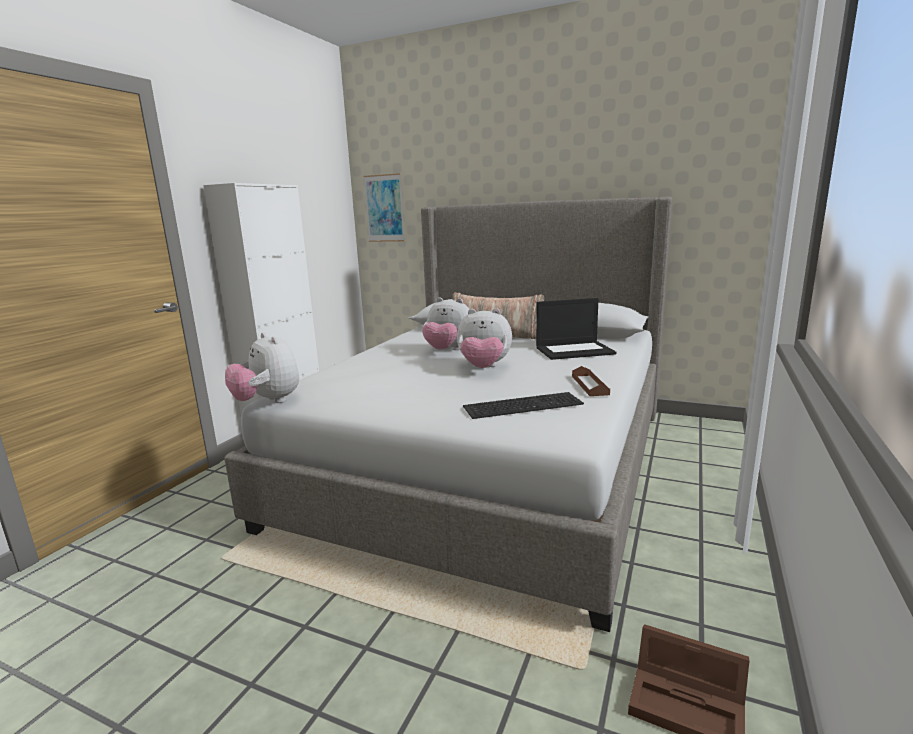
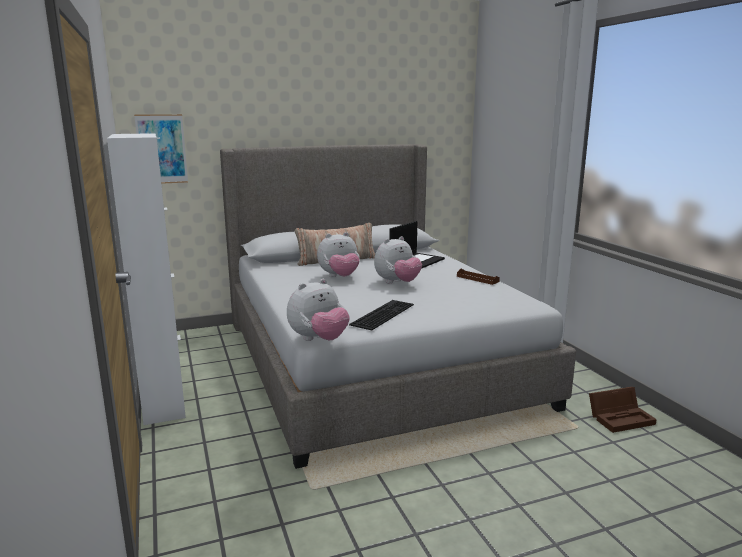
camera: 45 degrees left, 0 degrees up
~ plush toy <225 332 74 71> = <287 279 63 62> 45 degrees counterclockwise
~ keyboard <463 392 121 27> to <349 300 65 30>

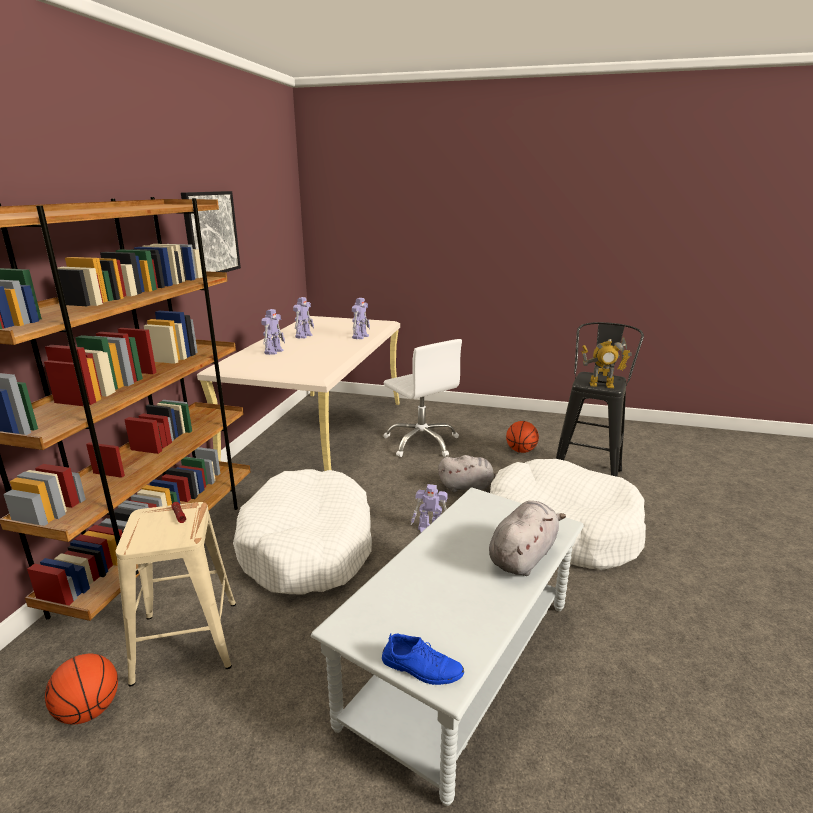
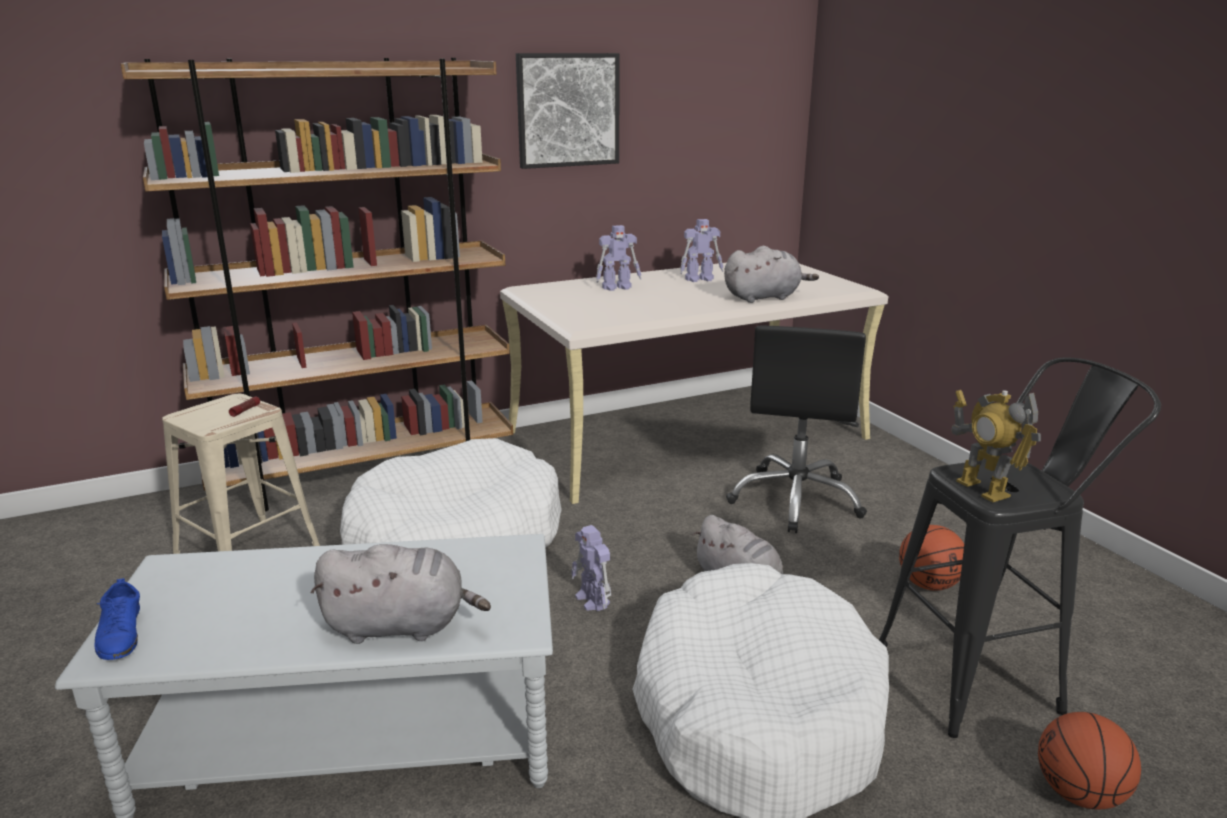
camera: 50 degrees right, 0 degrees up
~ model robot <352 298 18 41> to greyish plush toy <724 246 95 57>
~ whitish computer chair <383 339 79 118> to black computer chair <726 326 141 207>
~ basketball ball <45 654 73 70> to <1038 712 103 98>

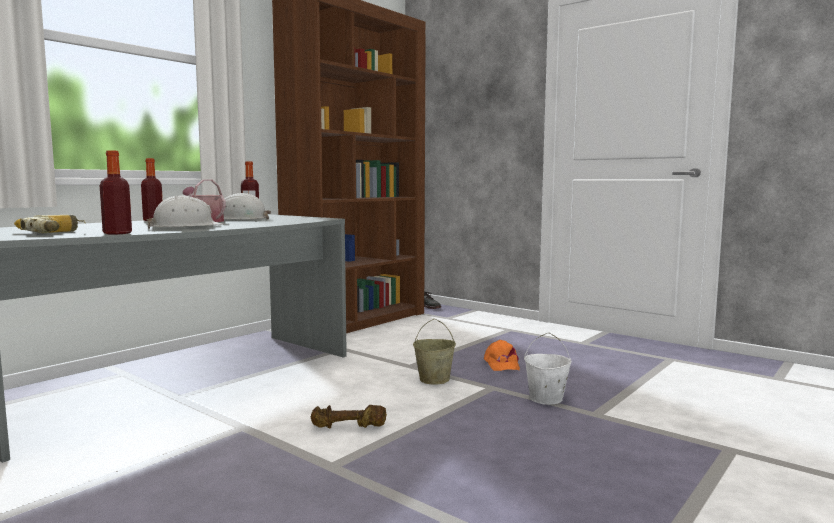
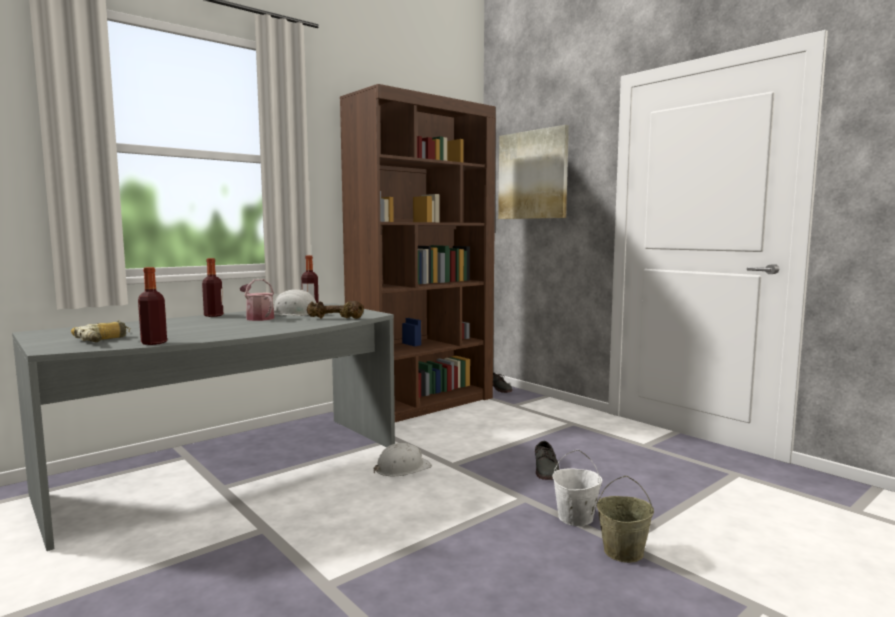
camera: 10 degrees right, 0 degrees up
~ brown-coloured hand weight <311 405 76 24> to <307 301 57 18>
~ whitish hard hat <146 195 78 34> to <374 443 58 33>
+ wall picture <498 125 71 94>
~ orange peaked cap <484 340 36 31> to greyish low shoe <535 441 24 39>
~ beige pail <413 319 43 66> to <597 476 57 87>

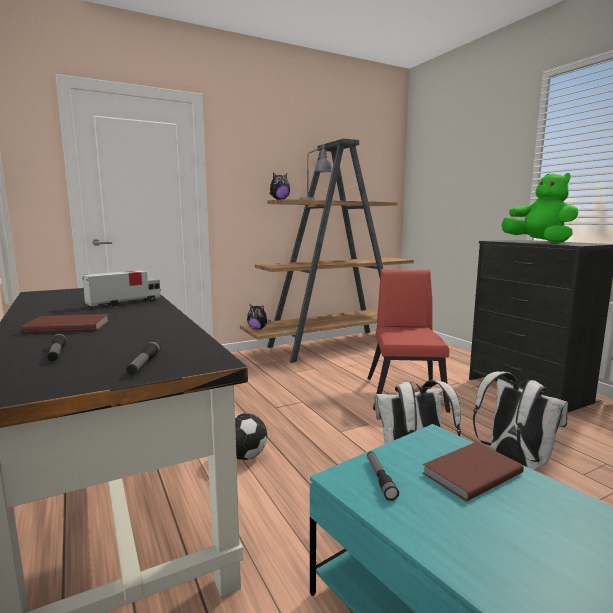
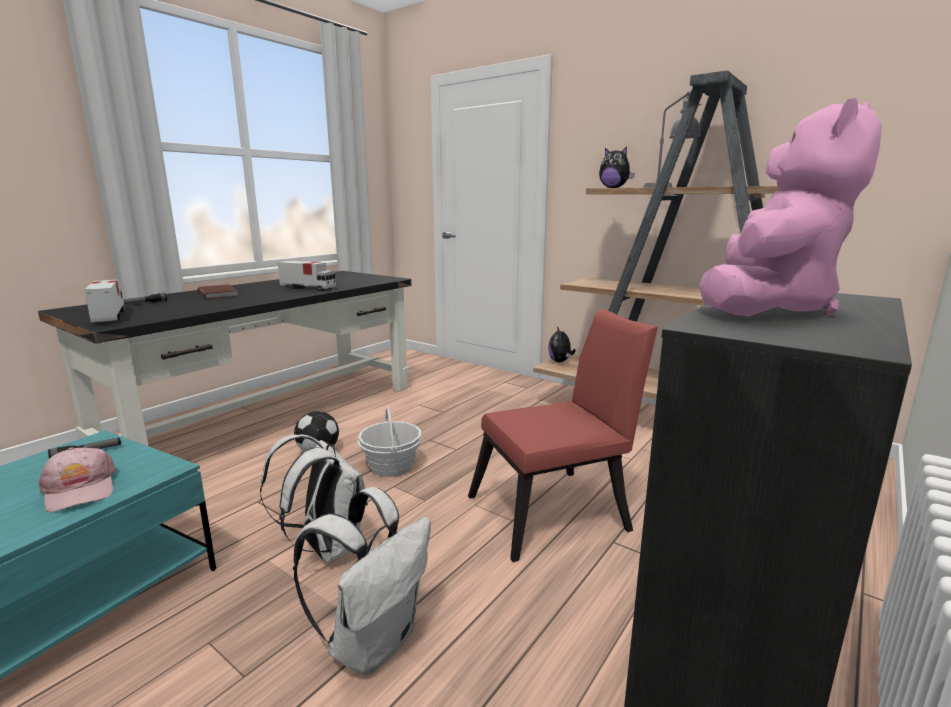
camera: 65 degrees right, 5 degrees up
~ brown-coloured bound book <423 442 101 60> to pinkish peaked cap <38 447 78 65>
~ hand torch <126 341 35 34> to toy truck <84 280 41 42>
+ storage basket <358 407 63 70>
~ greenish plush toy <501 173 77 70> to pinkish plush toy <699 97 183 219>

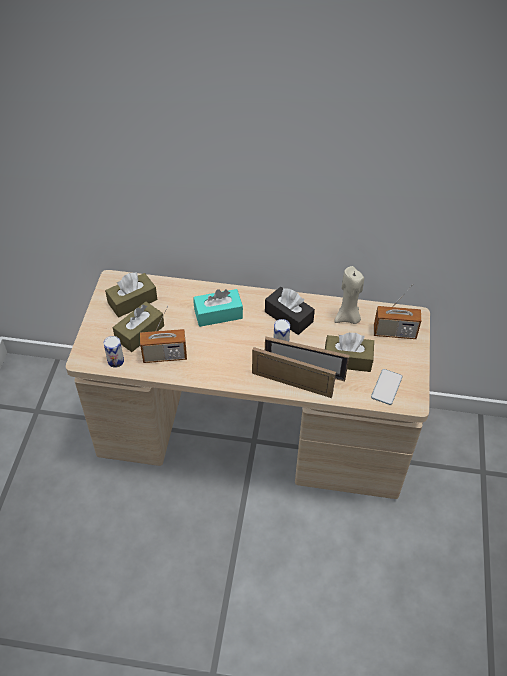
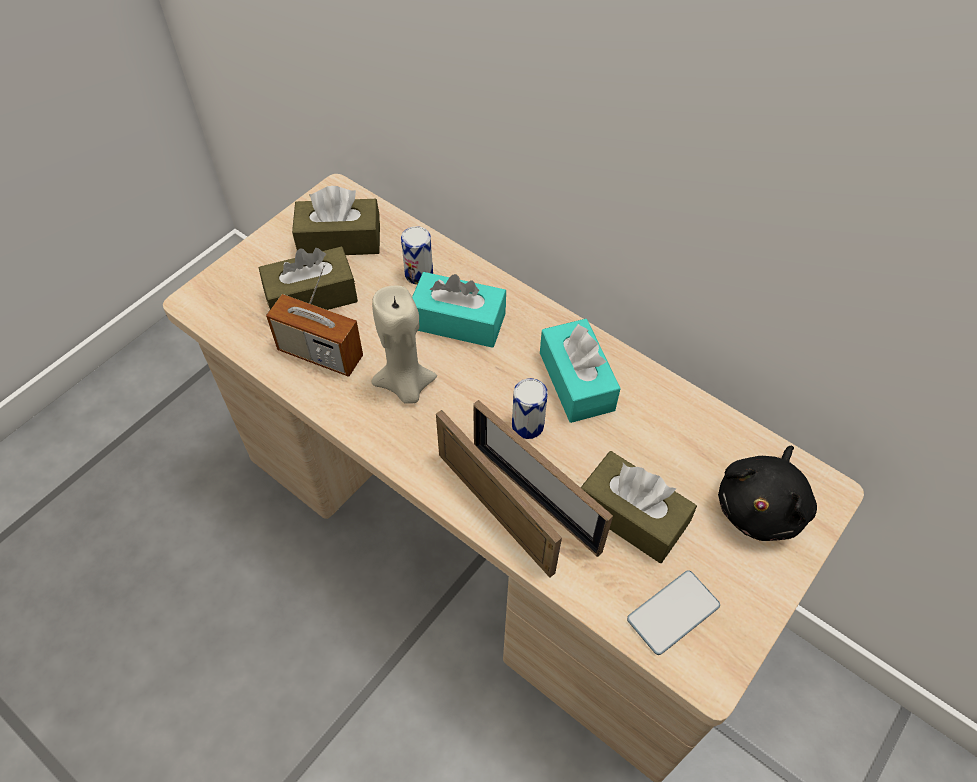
camera: 30 degrees right, 5 degrees up
~ beige wax light <334 266 30 58> to <371 286 66 118>
~ can <103 336 21 32> to <401 226 32 59>
~ black box of tissues <265 287 50 48> to turquoise box of tissues <540 319 81 104>
~ radio receiver <374 284 47 55> to black plush toy <718 446 99 95>

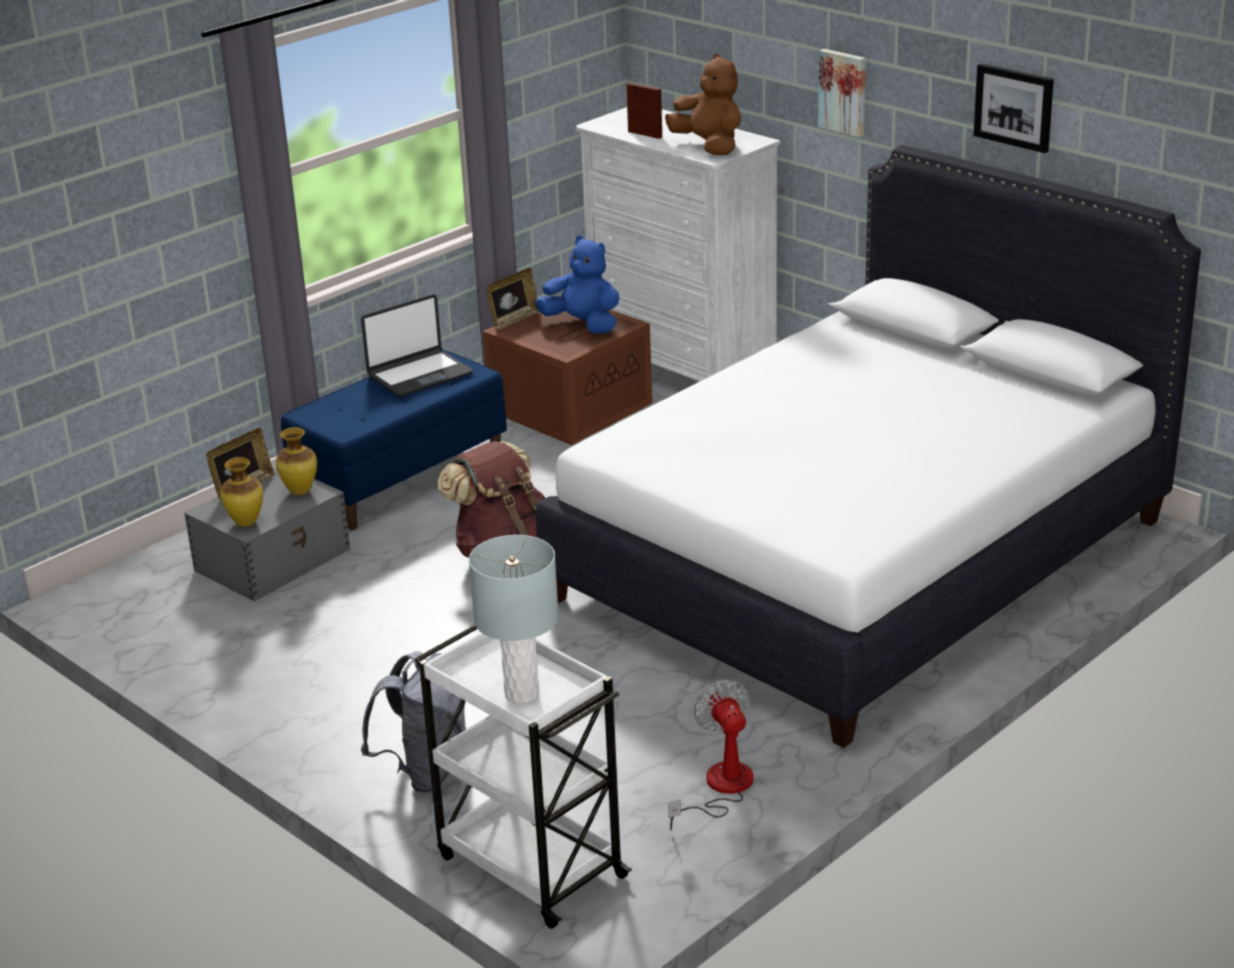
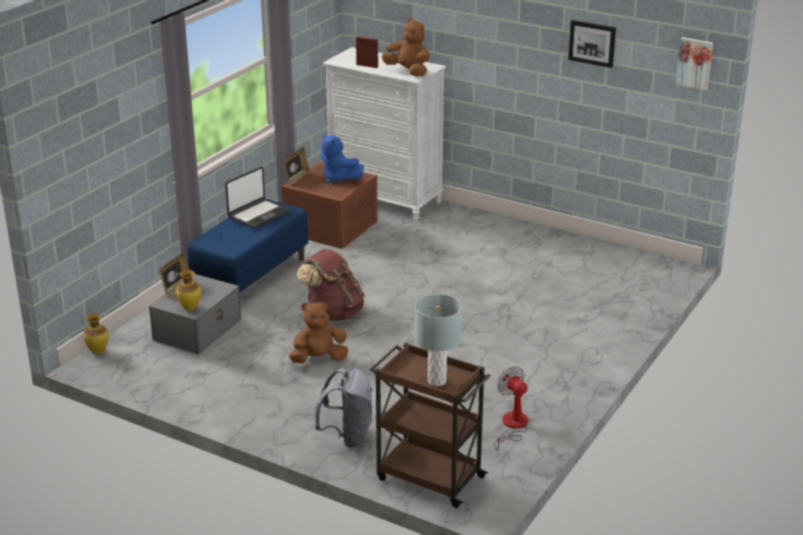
camera: 15 degrees left, 0 degrees up
~ flower vase <276 427 41 68> to <83 314 26 40>
+ brown-coloured plush toy <289 302 59 61>
~ blue plush toy <535 236 84 98> = <321 134 43 49> 150 degrees counterclockwise
~ whitish cart <415 625 217 304> to brown-coloured cart <370 343 120 165>
~ wall picture <818 49 48 88> to <676 37 37 53>
- whitish sleeping bed <536 145 665 603>

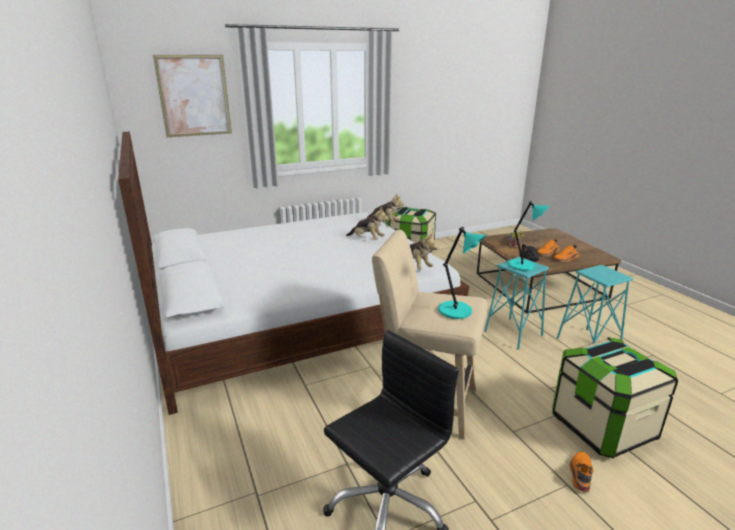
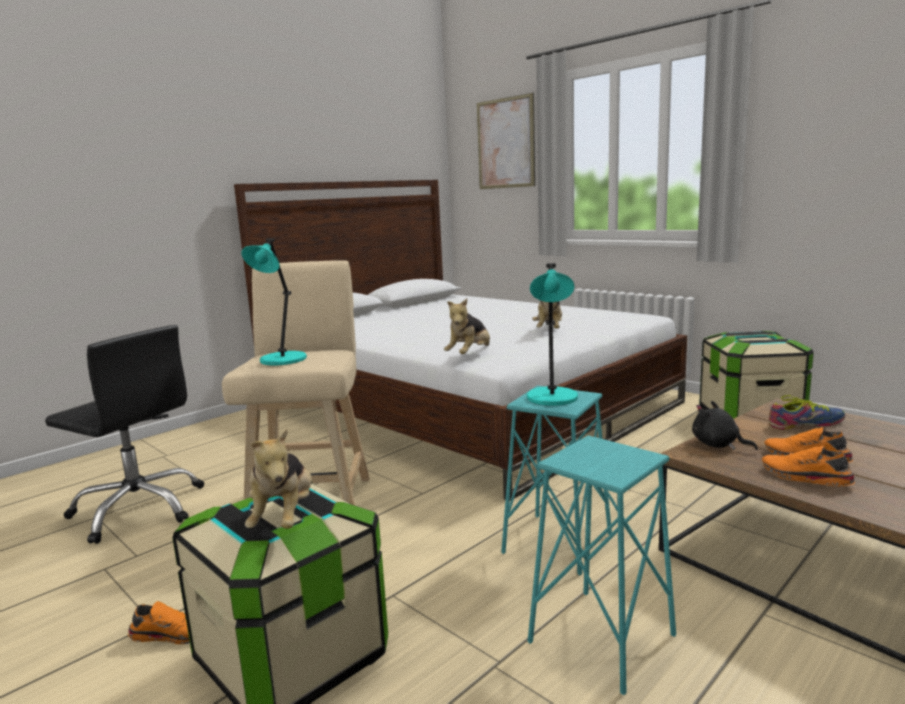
camera: 70 degrees right, 10 degrees down
~ plush toy <367 194 37 30> to <245 429 67 100>

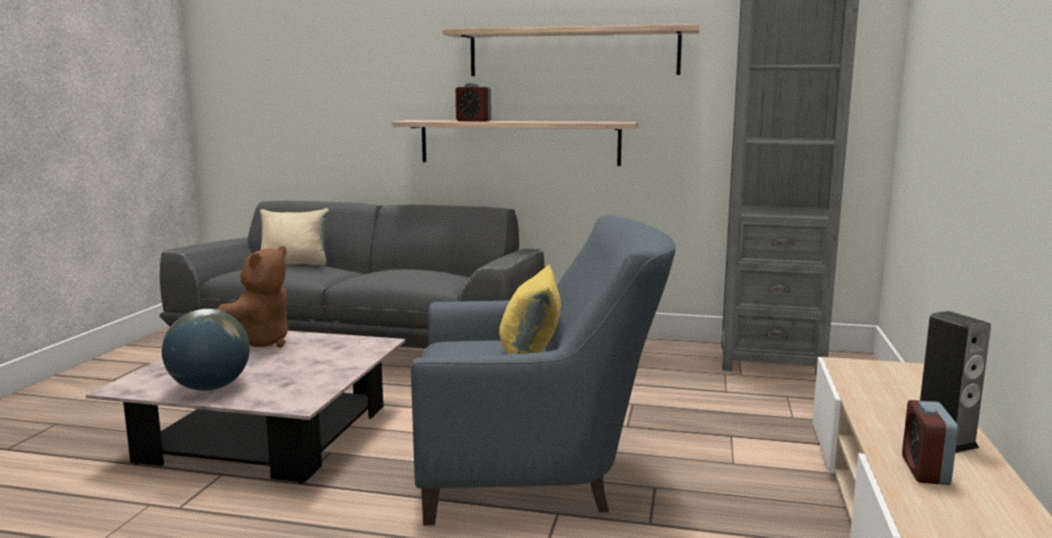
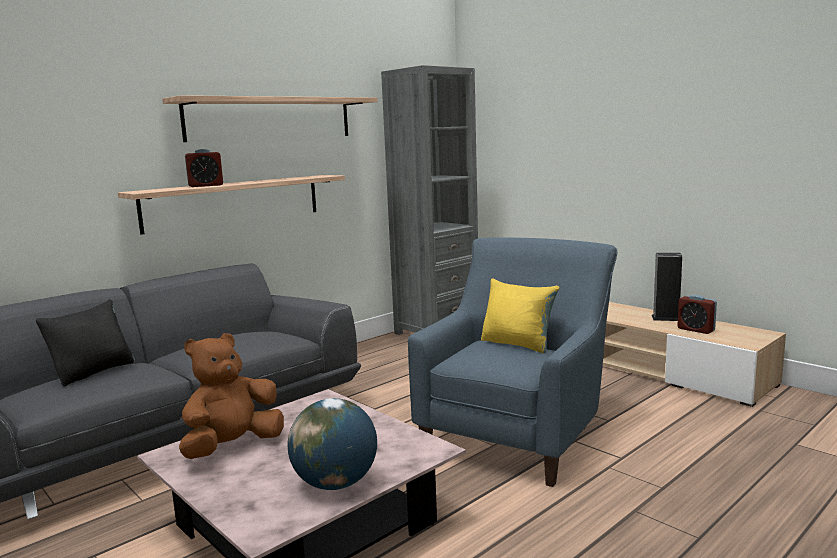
camera: 55 degrees left, 0 degrees up
~ beige pillow <260 208 69 58> to black pillow <36 299 99 87>
~ brown-coloured plush toy <216 246 72 102> = <179 333 105 126> 105 degrees counterclockwise

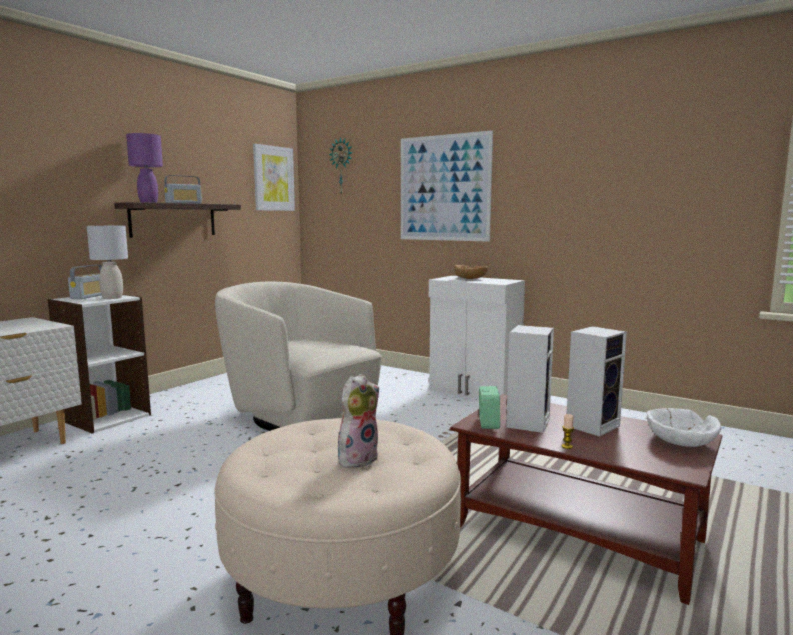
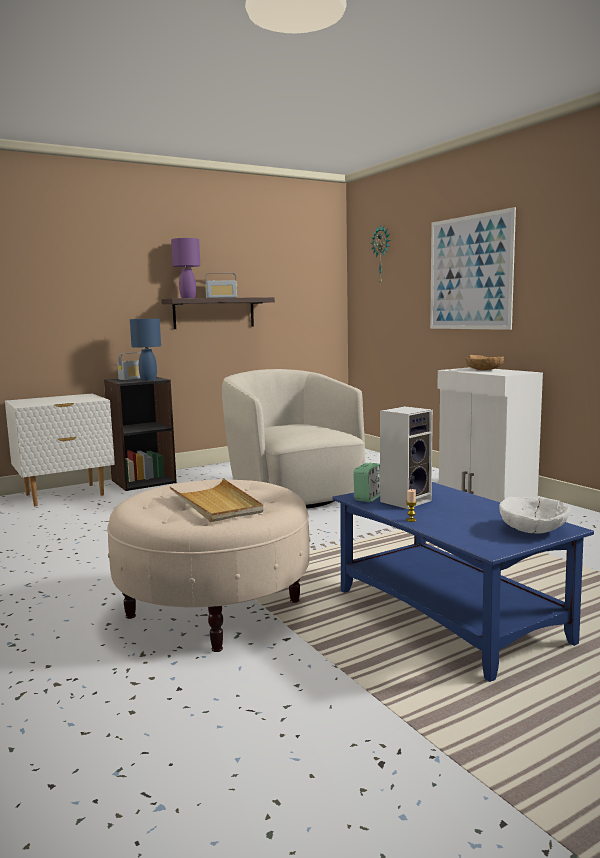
camera: 25 degrees right, 0 degrees up
~ whitish bookcase <47 294 104 140> to black bookcase <104 377 73 114>
~ greyish table lamp <87 226 41 73> to blue table lamp <130 319 31 62>
~ plush toy <338 374 41 95> to beige tray <170 478 93 44>
~ brown-coloured coffee table <450 394 272 211> to blue coffee table <333 482 261 200>
- wall picture <253 144 42 67>
- audio speaker <567 326 60 111>

